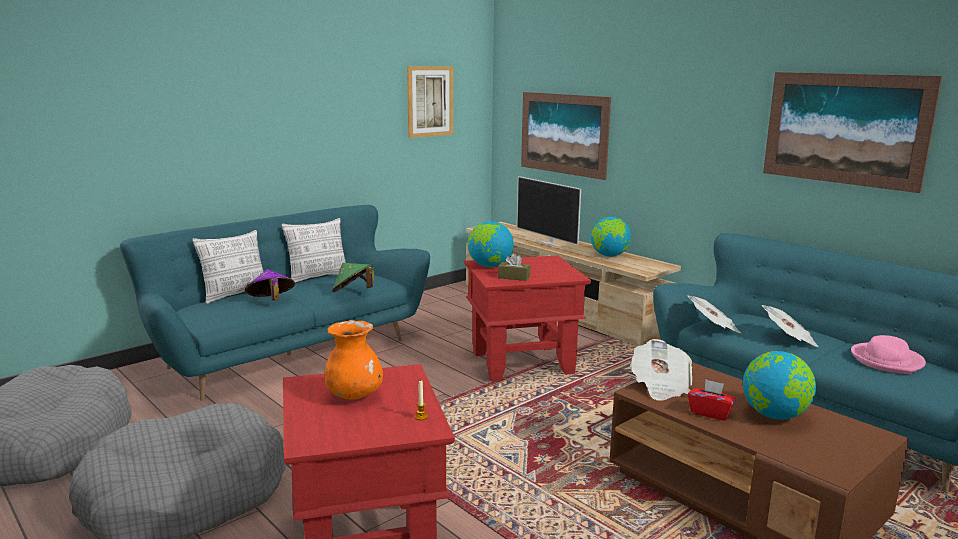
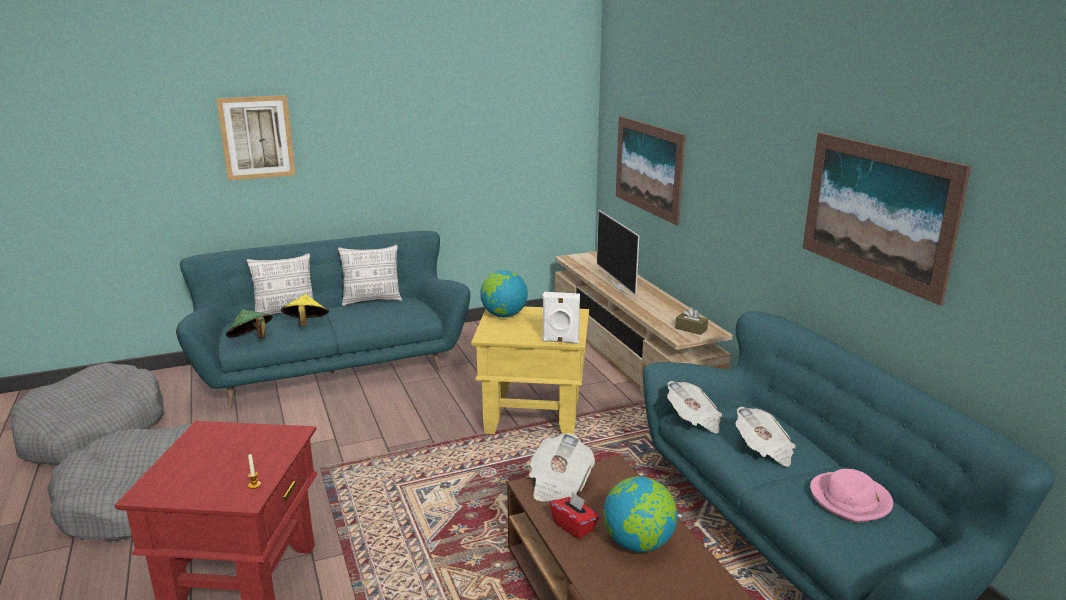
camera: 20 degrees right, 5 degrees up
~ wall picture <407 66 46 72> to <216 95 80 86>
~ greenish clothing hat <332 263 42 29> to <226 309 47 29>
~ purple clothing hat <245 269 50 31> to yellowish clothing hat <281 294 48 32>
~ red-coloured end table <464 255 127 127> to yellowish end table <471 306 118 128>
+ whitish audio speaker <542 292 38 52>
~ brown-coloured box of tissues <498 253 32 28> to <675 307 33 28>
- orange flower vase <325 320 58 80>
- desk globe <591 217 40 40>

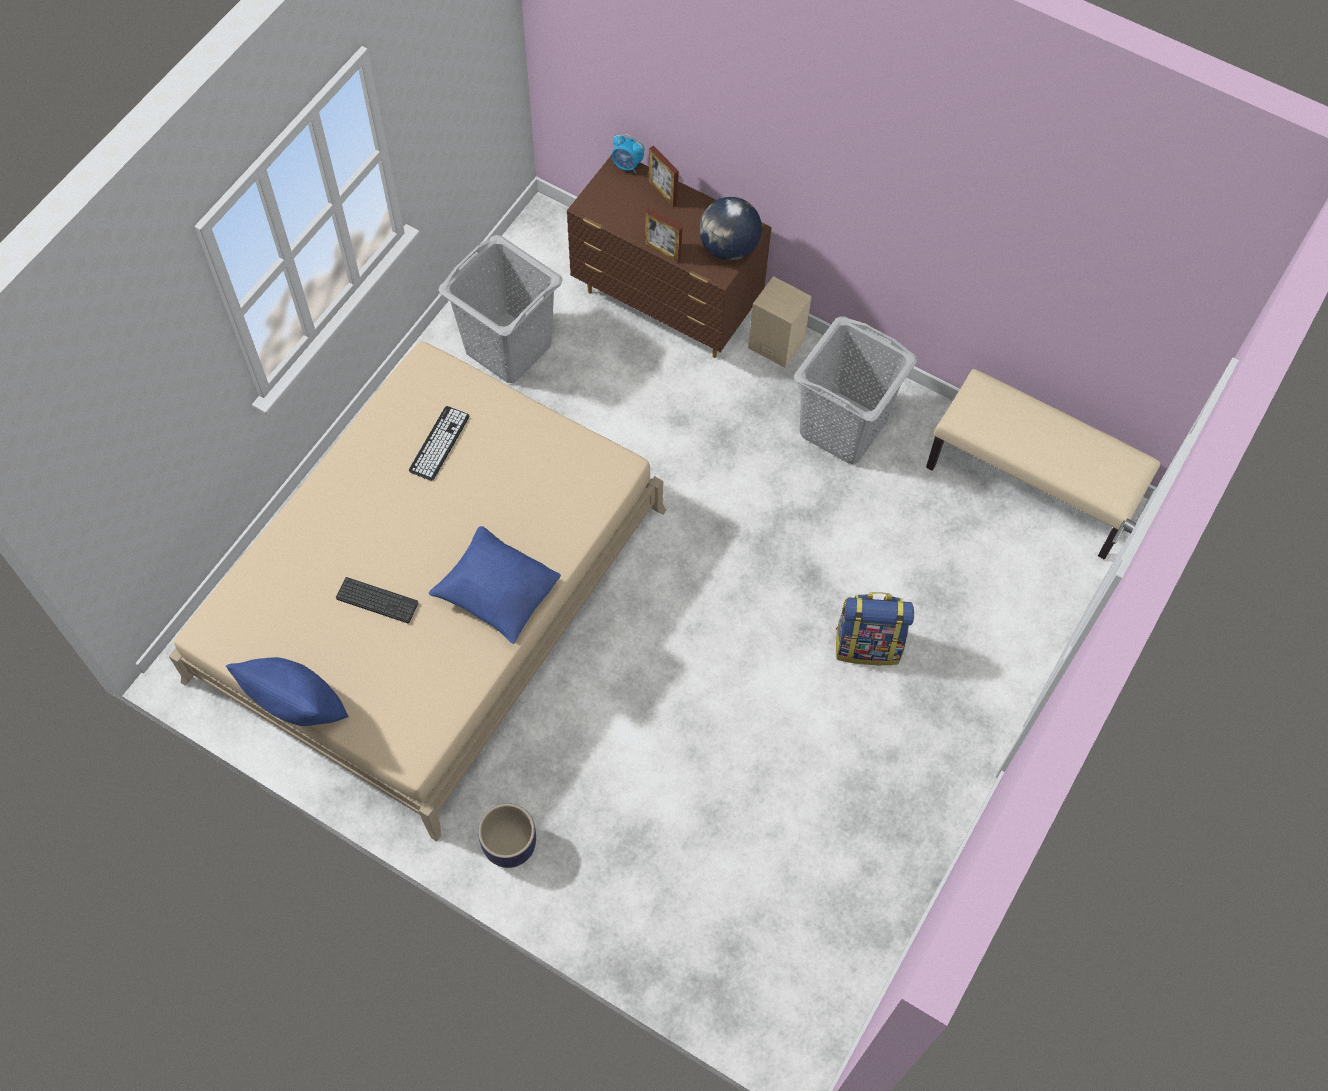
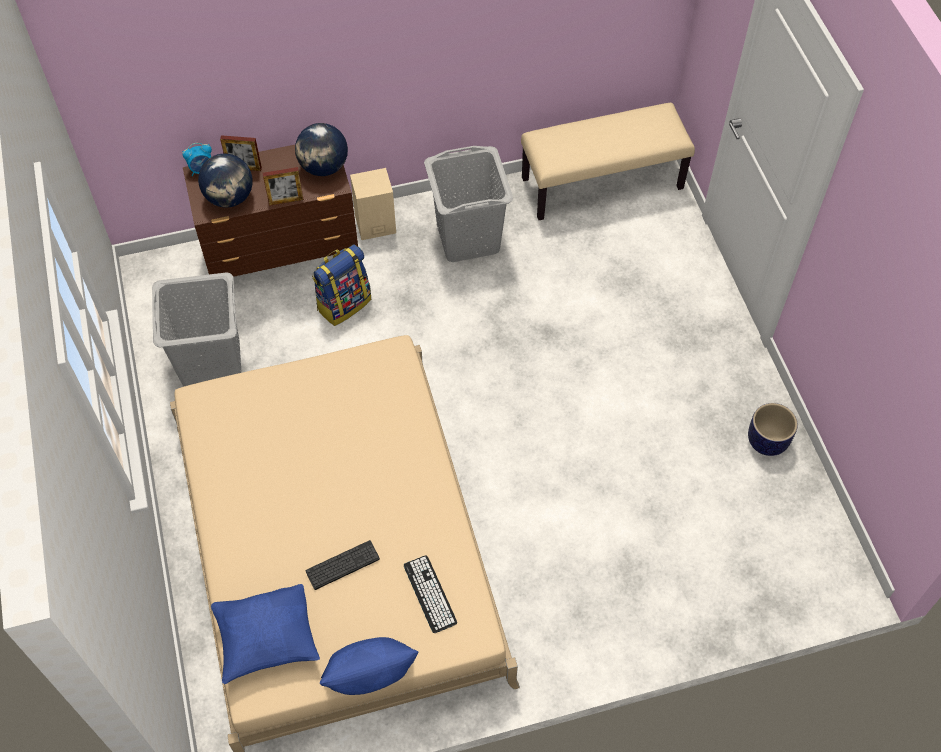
camera: 45 degrees left, 5 degrees down
+ desk globe <198 153 55 54>
~ blue pillow <429 526 132 118> to <211 584 109 100>
~ rucksack <836 592 78 73> to <312 244 59 82>
~ keyboard <409 406 61 75> to <404 555 53 78>
~ plant pot <478 803 58 65> to <748 403 50 53>

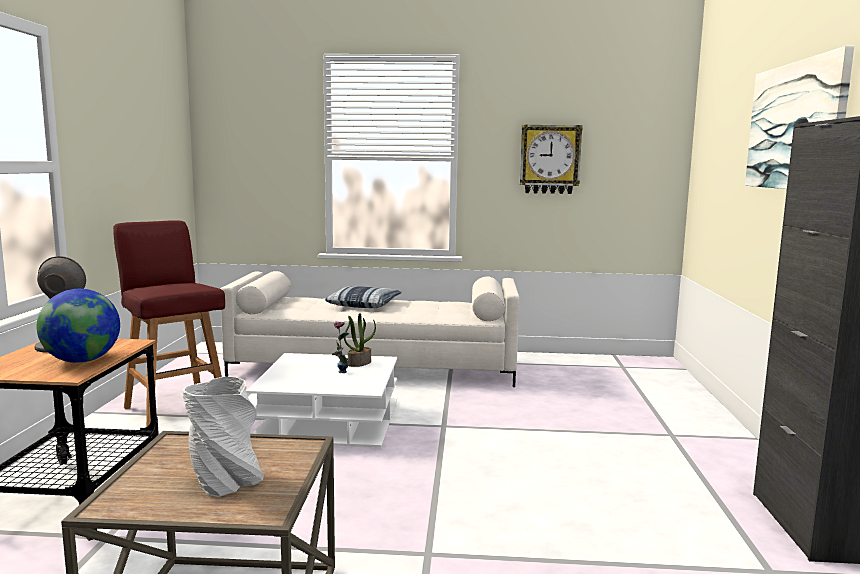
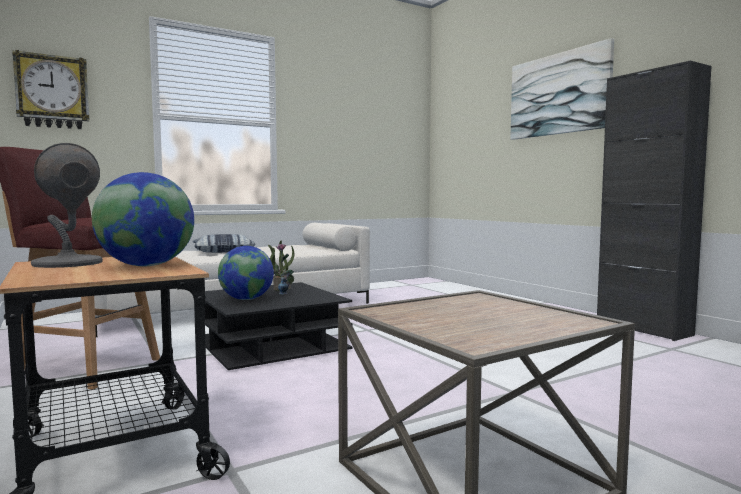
camera: 35 degrees left, 5 degrees down
~ hanging clock <519 124 64 70> to <12 50 77 79>
~ whitish coffee table <246 353 151 94> to black coffee table <204 282 148 88>
+ desk globe <218 246 56 54>
- greyish flower vase <182 377 82 120>

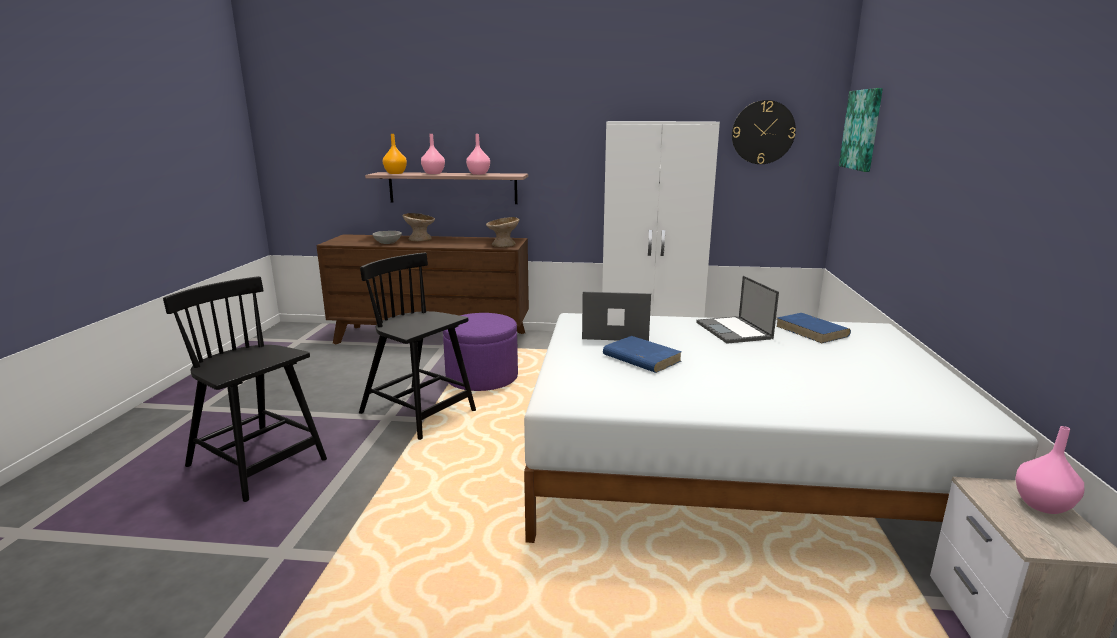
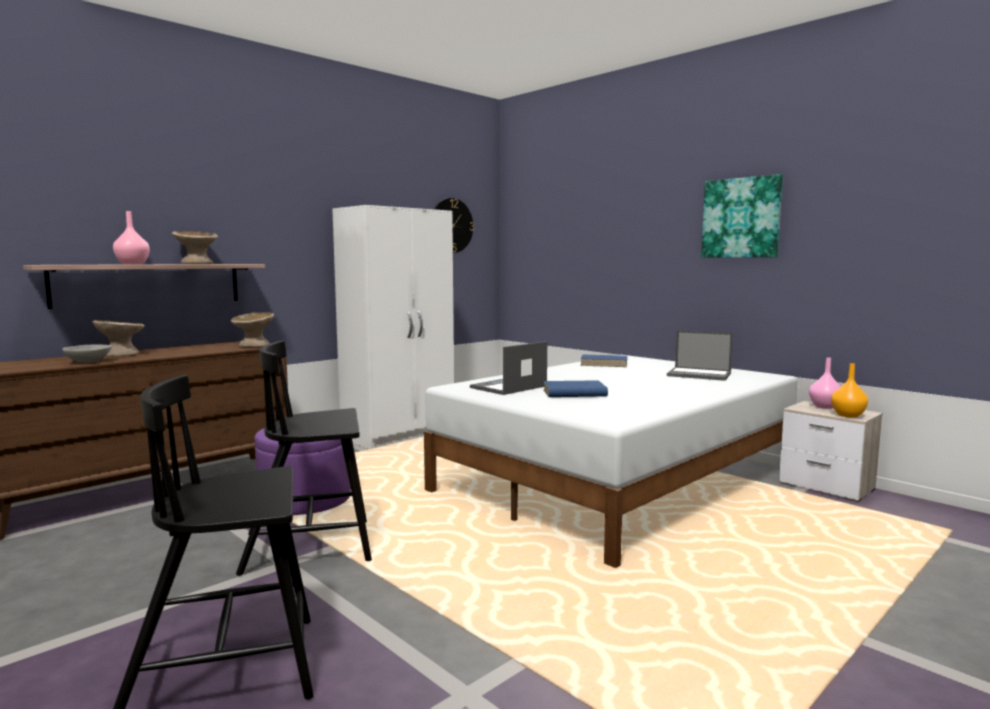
camera: 50 degrees left, 10 degrees down
~ pinkish flower vase <466 134 24 41> to beige deep dish <172 231 46 33>
~ laptop <696 276 83 68> to <667 330 66 51>
~ wall picture <839 88 44 84> to <701 174 82 83>
~ orange flower vase <383 134 24 40> to <831 363 37 55>

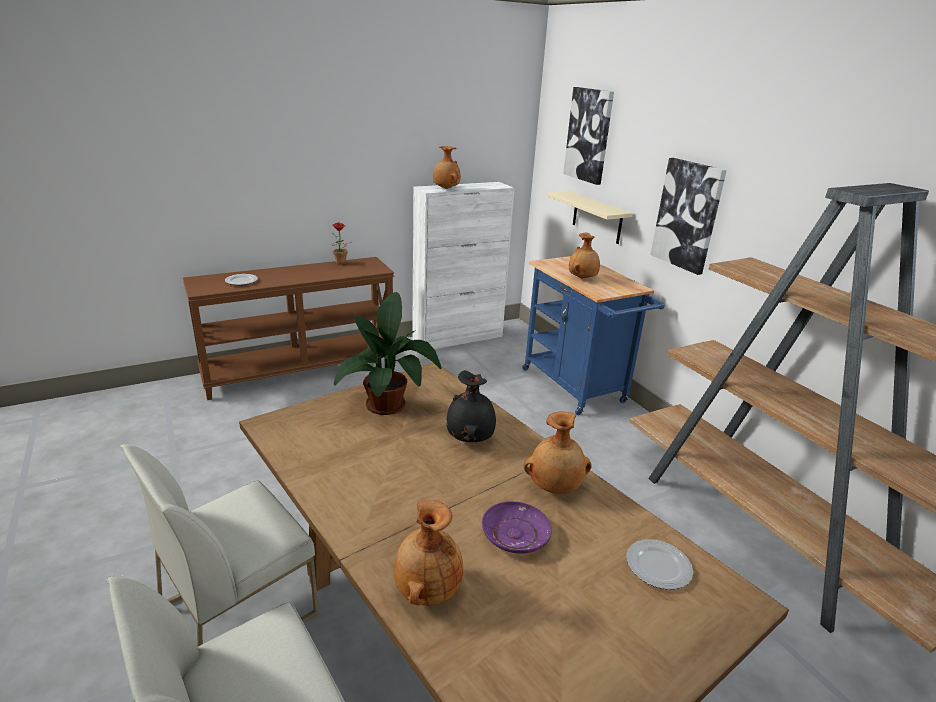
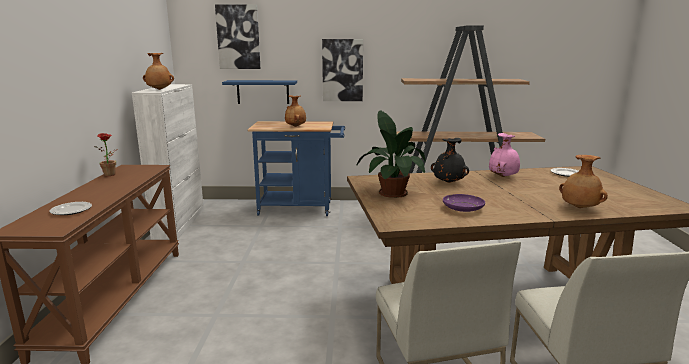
camera: 60 degrees left, 10 degrees down
~ beige wall shelf <546 191 87 53> to blue wall shelf <222 80 75 24>
~ purple dinner plate <482 501 70 53> to <443 194 42 18>
~ brown-coloured flower vase <524 411 68 83> to pinkish flower vase <489 133 31 44>

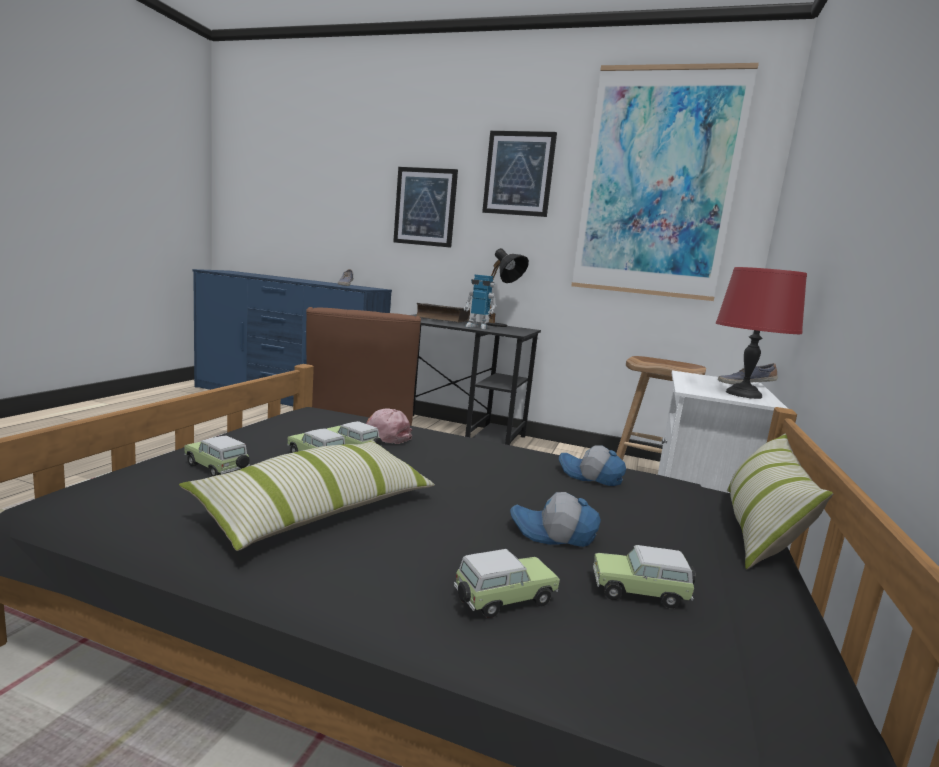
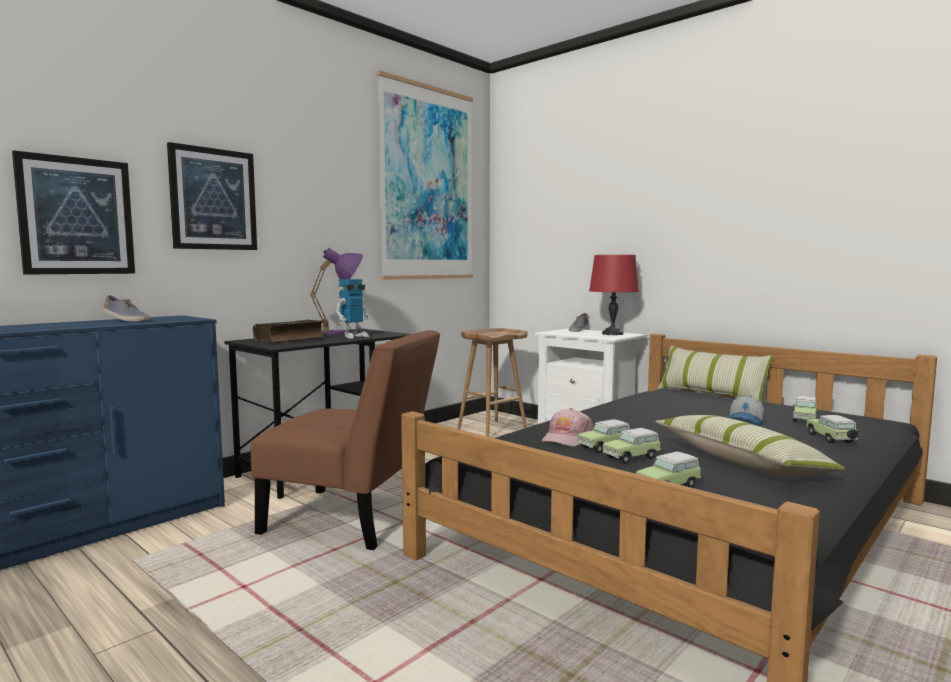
camera: 65 degrees left, 5 degrees down
~ wall picture <482 131 75 86> to <12 150 123 125>
~ black table lamp <486 248 43 79> to purple table lamp <310 248 53 86>
- peaked cap <559 446 67 40>

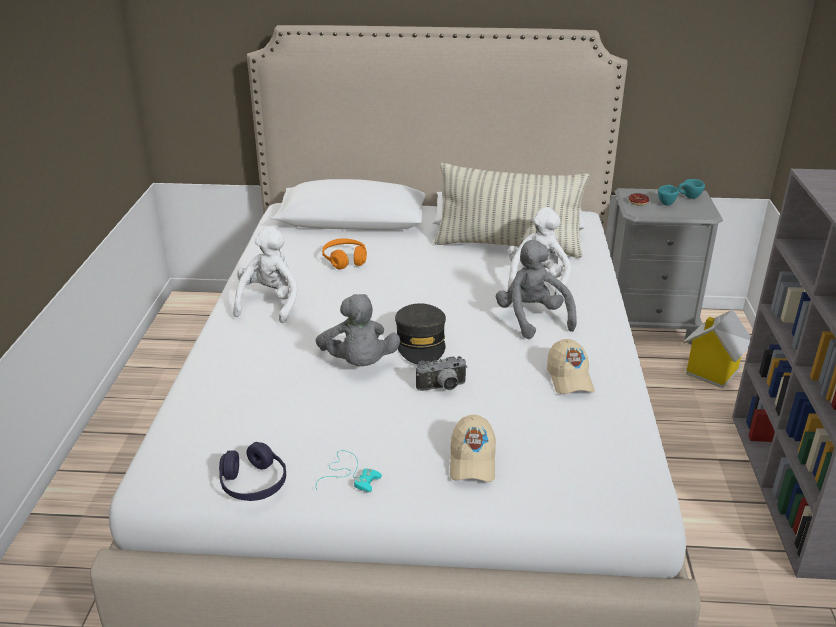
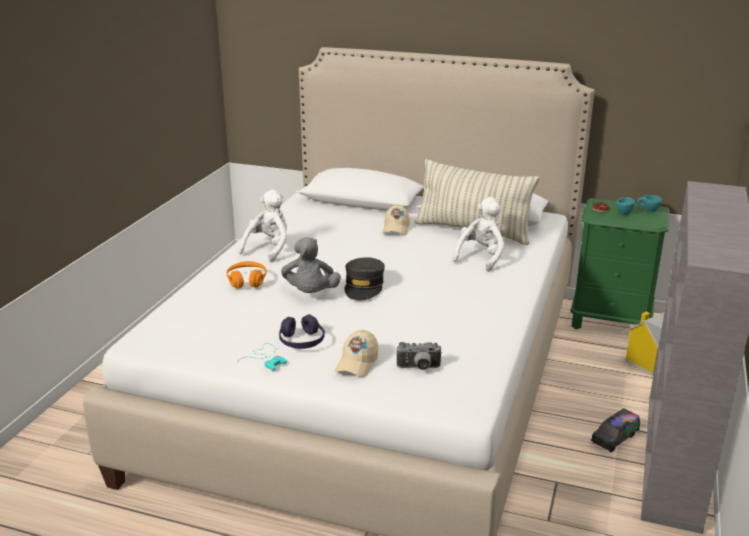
camera: 15 degrees right, 5 degrees down
~ orange headset <322 238 45 32> to <227 261 40 28>
~ purple headset <219 442 67 59> to <279 315 46 34>
~ beige peaked cap <547 339 48 55> to <382 204 28 31>
~ still camera <416 356 51 35> to <396 342 46 28>
~ greyish nightstand <610 188 113 157> to greenish nightstand <570 198 100 131>
+ toy truck <591 408 49 44>
- greyish plush toy <496 240 81 99>

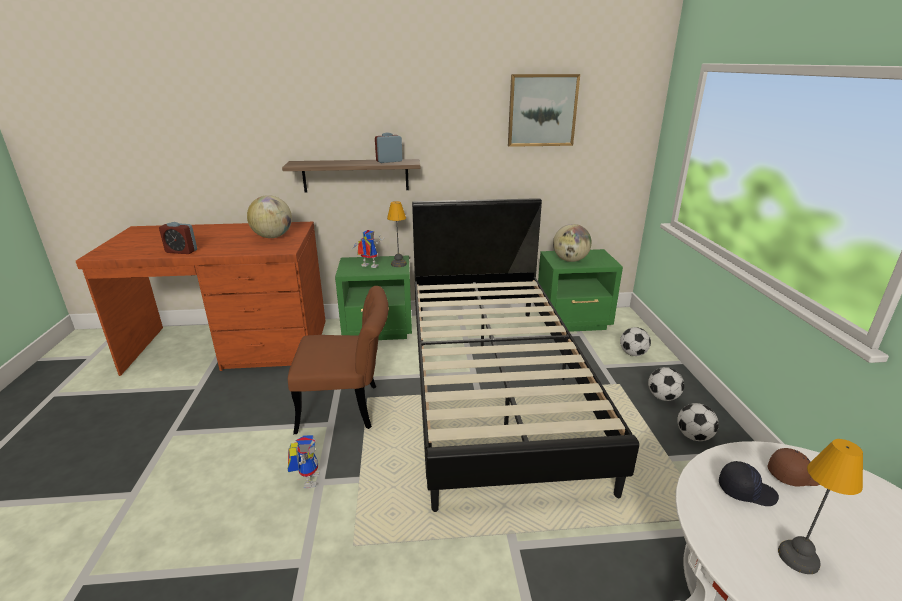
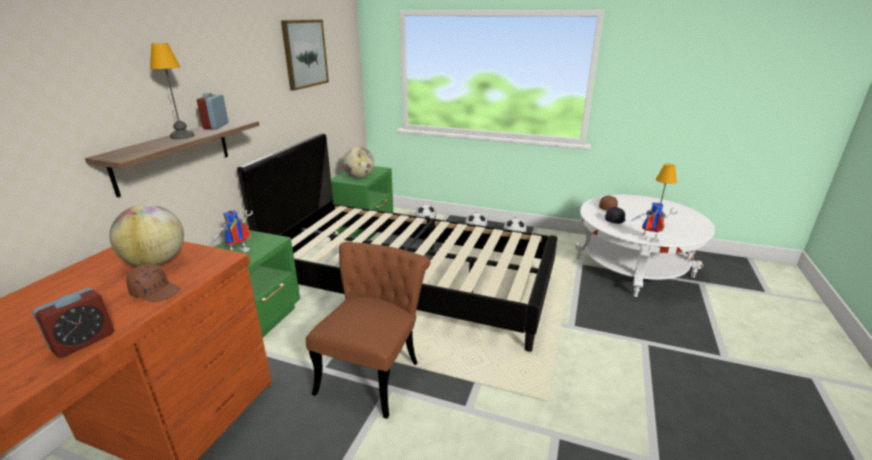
camera: 65 degrees left, 0 degrees up
+ brown-coloured peaked cap <126 264 55 38>
~ table lamp <387 201 20 66> to <150 43 44 96>
~ model robot <288 435 32 54> to <631 202 47 40>

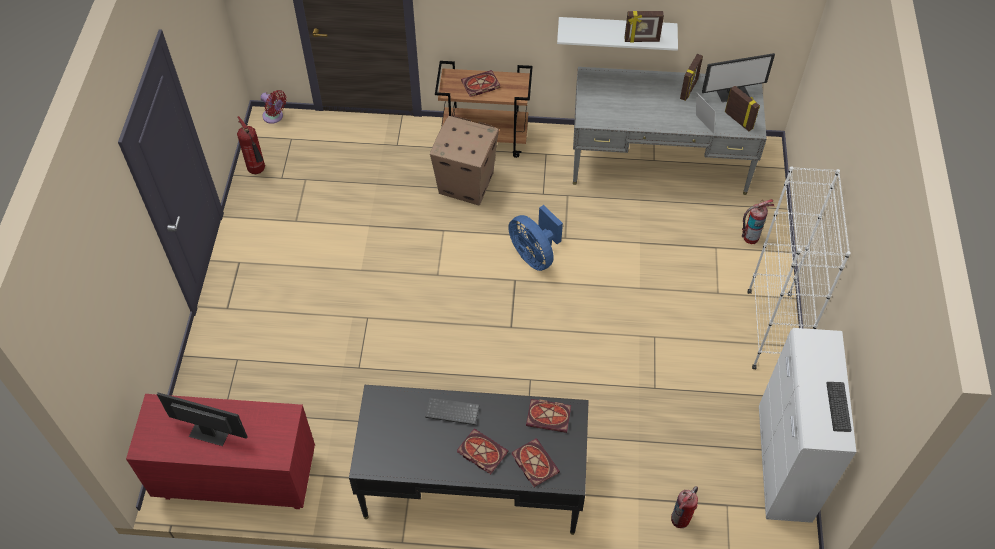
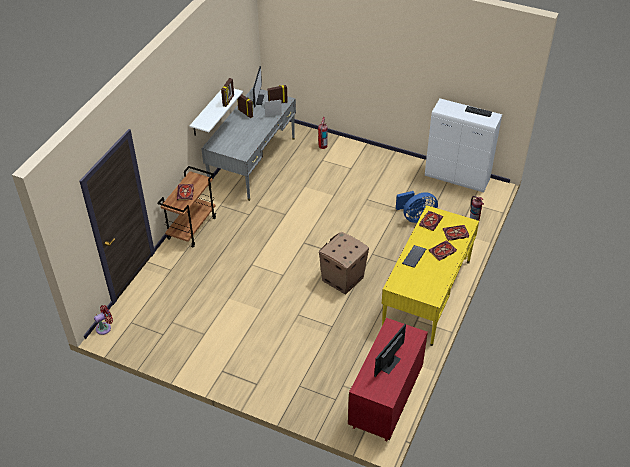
camera: 70 degrees left, 10 degrees down
~ packing box <430 116 69 90> to <319 232 50 63>
~ black desk table <349 385 240 150> to yellowish desk table <381 205 98 141>
~ blue electric fan <508 205 55 66> to <396 191 42 32>
- fire-fighting cylinder <237 116 28 58>
- whitish bookcase <748 166 103 204>

